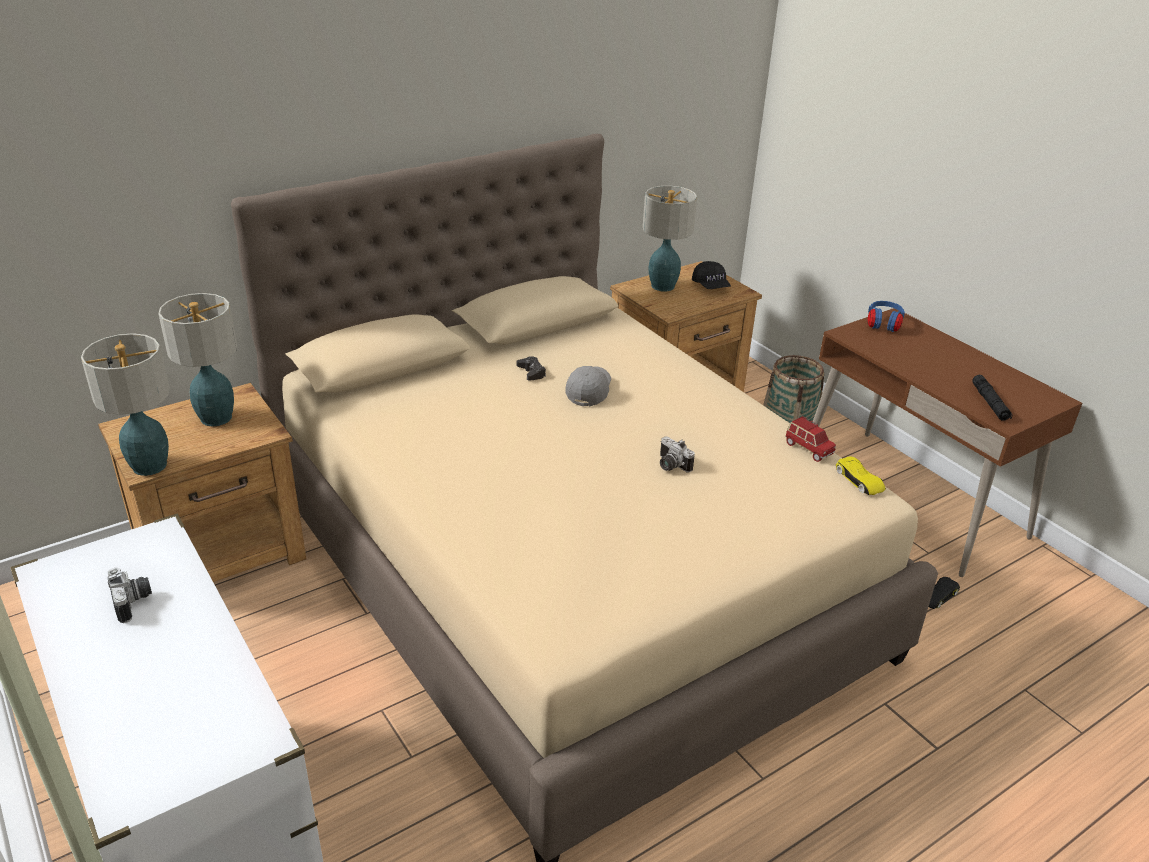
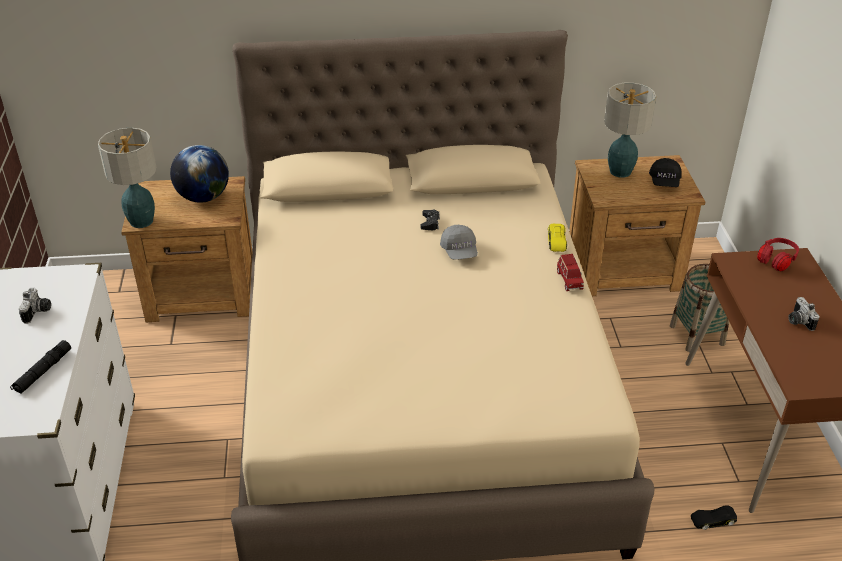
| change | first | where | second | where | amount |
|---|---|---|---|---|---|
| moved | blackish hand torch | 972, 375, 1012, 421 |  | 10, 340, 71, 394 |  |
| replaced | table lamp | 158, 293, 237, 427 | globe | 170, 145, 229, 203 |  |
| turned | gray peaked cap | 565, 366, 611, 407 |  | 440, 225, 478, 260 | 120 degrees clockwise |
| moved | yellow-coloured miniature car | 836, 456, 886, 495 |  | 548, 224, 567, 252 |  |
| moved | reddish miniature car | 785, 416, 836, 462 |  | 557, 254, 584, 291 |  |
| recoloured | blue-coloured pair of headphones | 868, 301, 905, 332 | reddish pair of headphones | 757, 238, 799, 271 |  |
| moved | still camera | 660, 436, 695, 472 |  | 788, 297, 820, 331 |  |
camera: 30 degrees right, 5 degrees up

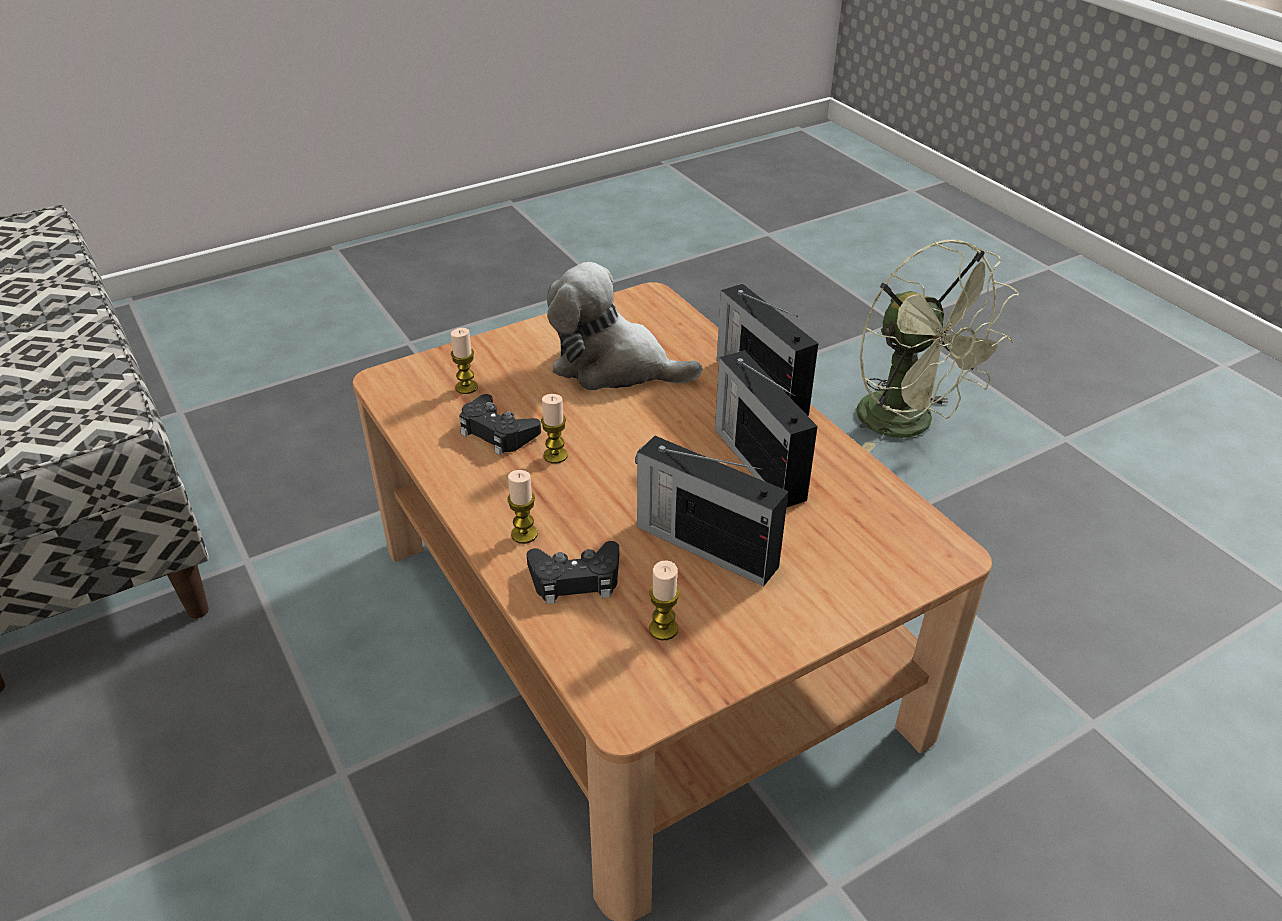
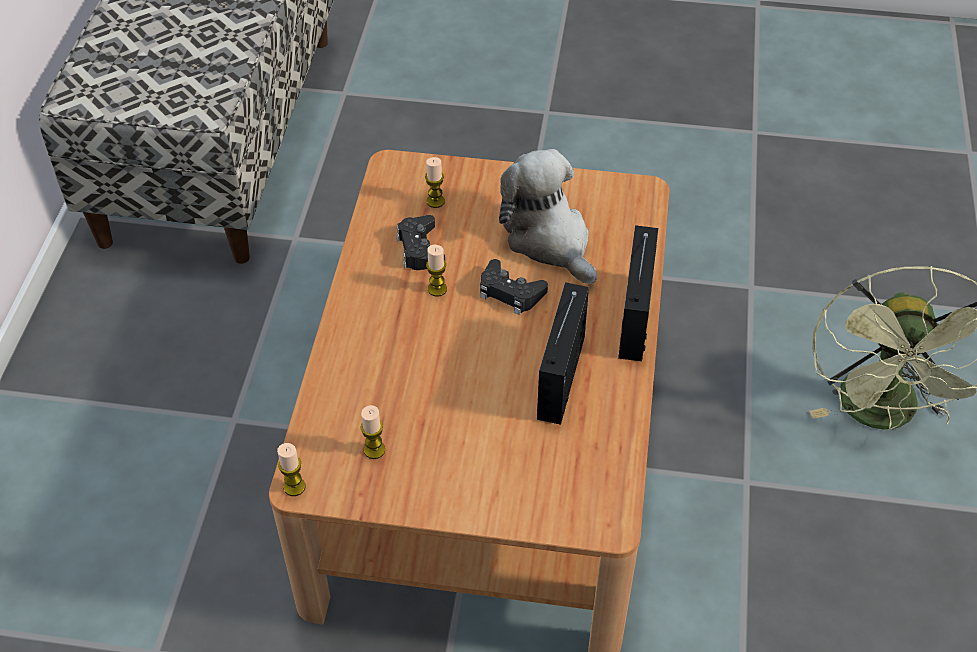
| change | first | where | second | where | amount |
|---|---|---|---|---|---|
| moved | wax light | 507, 470, 538, 544 |  | 277, 443, 306, 496 |  |
| moved | blackish joypad | 527, 541, 619, 604 |  | 480, 259, 548, 315 |  |
| removed | radio set | 635, 436, 789, 586 |  |  |  |
camera: 40 degrees right, 10 degrees up

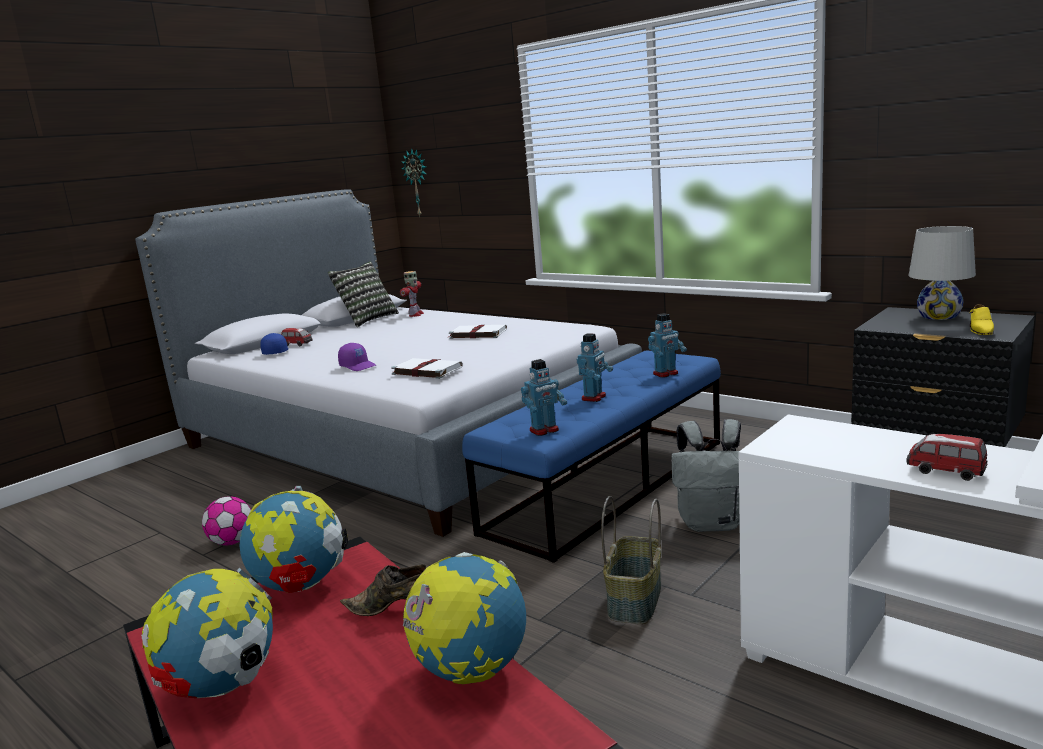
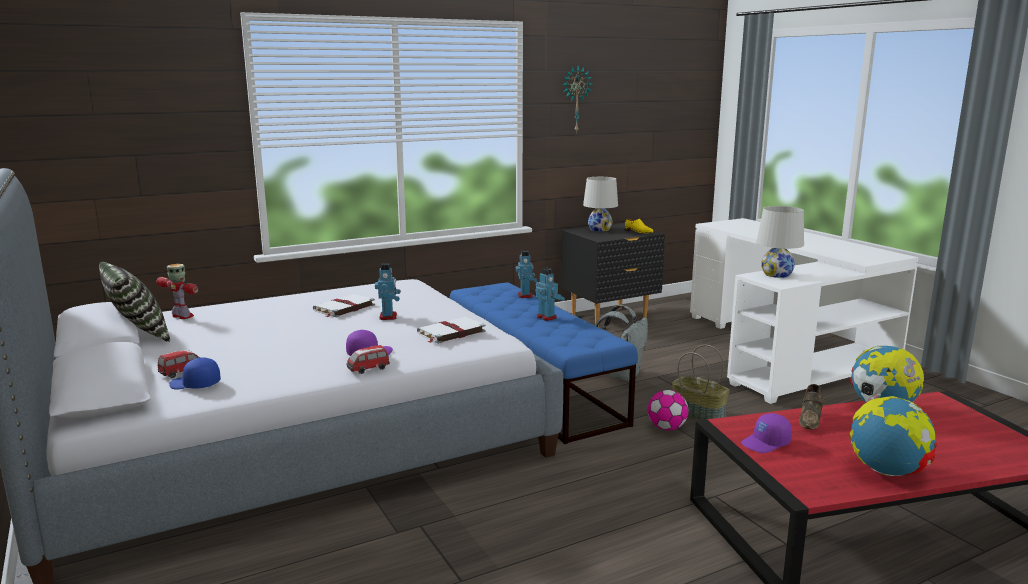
| change | first | where | second | where | amount |
|---|---|---|---|---|---|
| moved | miniature car | 906, 434, 988, 481 |  | 347, 345, 390, 374 |  |
| moved | model robot | 521, 359, 567, 436 |  | 375, 263, 401, 320 |  |
| moved | hanging clock | 401, 148, 426, 216 |  | 562, 66, 593, 134 |  |
| moved | ball for football | 202, 496, 251, 545 |  | 648, 390, 689, 430 |  |
| replaced | globe | 240, 486, 348, 593 | purple-coloured peaked cap | 741, 413, 792, 453 |  |
| added |  |  | white table lamp | 756, 206, 804, 278 |  |
camera: 70 degrees left, 0 degrees up

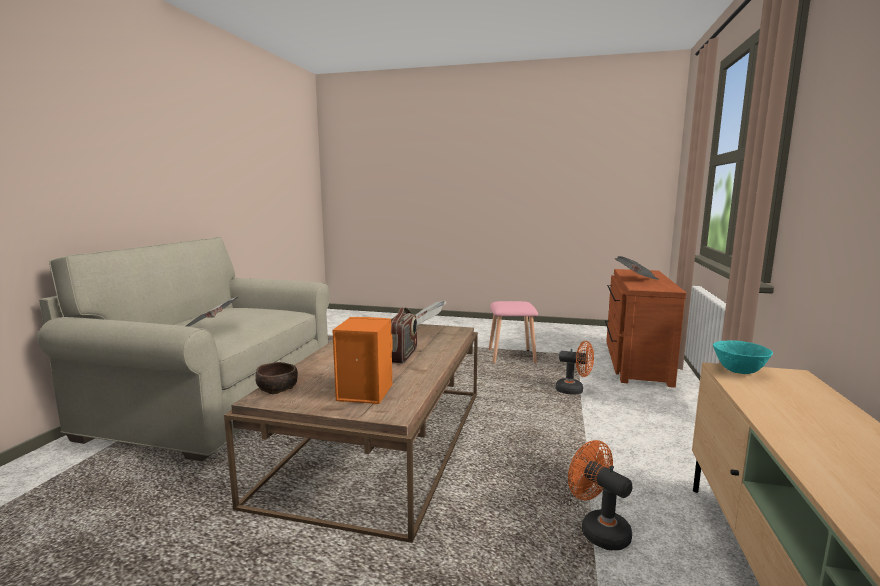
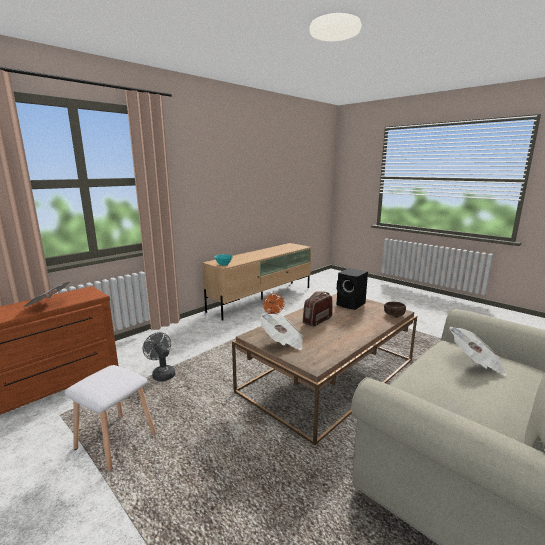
| change | first | where | second | where | amount |
|---|---|---|---|---|---|
| recoloured | pink-coloured stool | 488, 301, 538, 363 | white stool | 65, 365, 156, 471 |  |
| recoloured | orangey electric fan | 556, 341, 594, 395 | gray electric fan | 143, 332, 175, 381 |  |
| recoloured | orangey loudspeaker | 332, 317, 393, 404 | blackish loudspeaker | 337, 268, 368, 310 |  |
camera: 150 degrees left, 5 degrees up

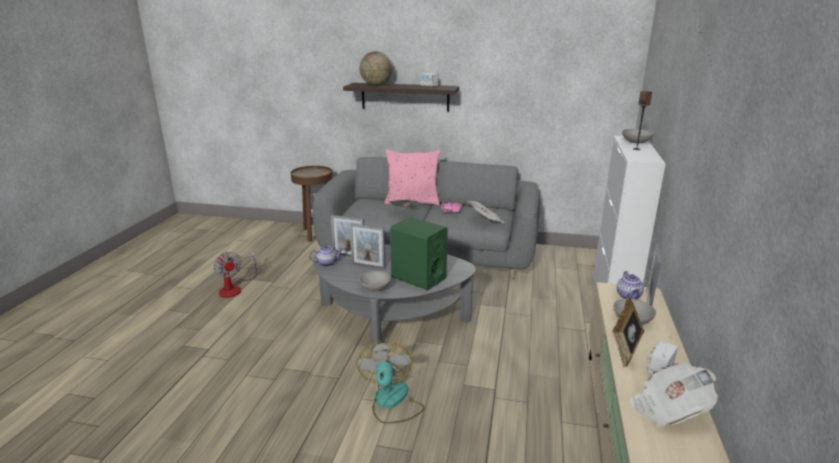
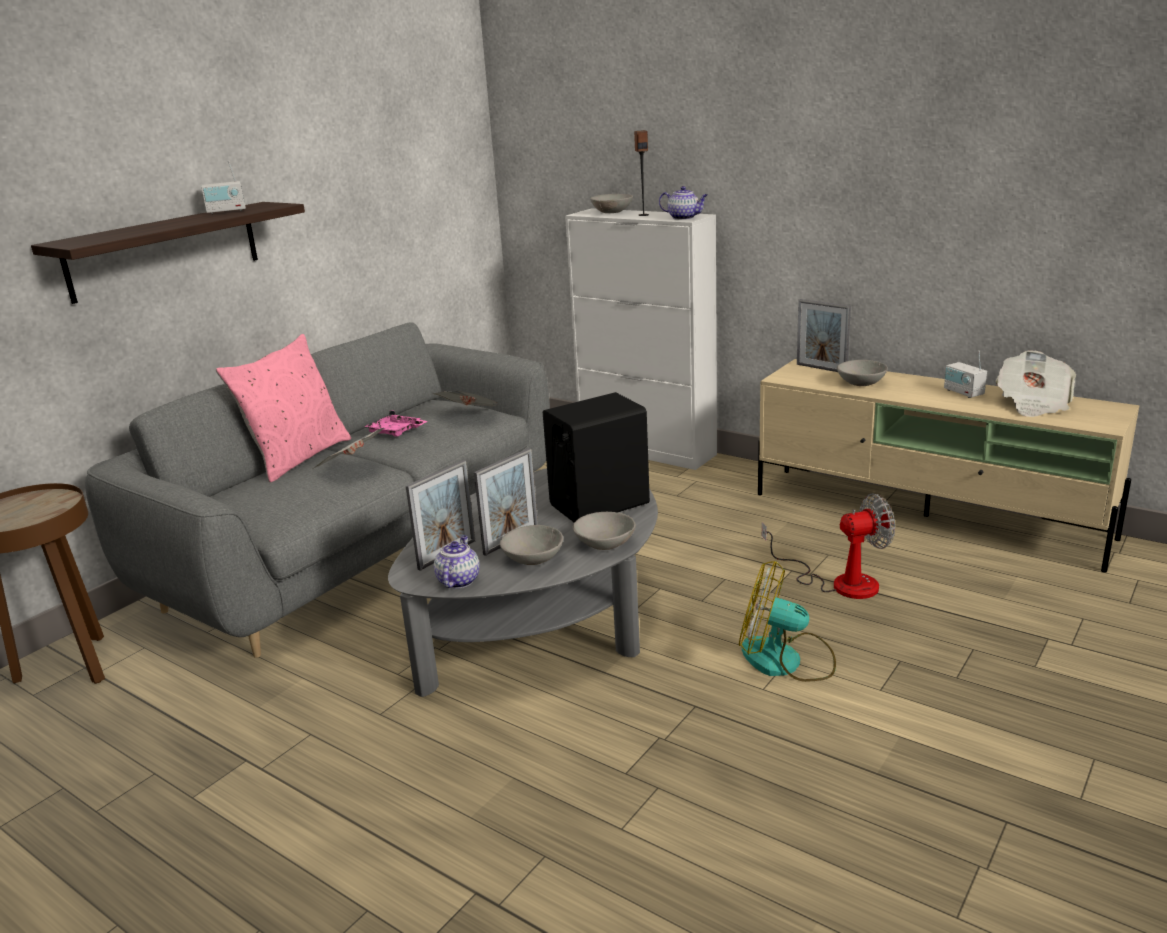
| change | first | where | second | where | amount |
|---|---|---|---|---|---|
| added |  |  | gray bowl | 500, 525, 563, 565 |  |
| recoloured | green loudspeaker | 390, 217, 448, 290 | blackish loudspeaker | 543, 392, 650, 522 |  |
| moved | pot for tea | 617, 271, 644, 299 |  | 659, 186, 708, 220 |  |
| moved | electric fan | 214, 251, 257, 298 |  | 762, 493, 895, 599 |  |
| removed | globe | 360, 51, 392, 86 |  |  |  |
| removed | standing frame | 613, 296, 645, 368 |  |  |  |
camera: 65 degrees left, 0 degrees up

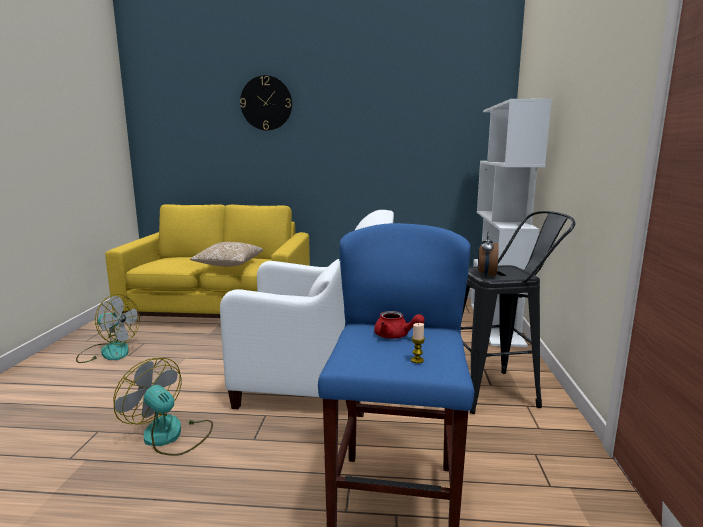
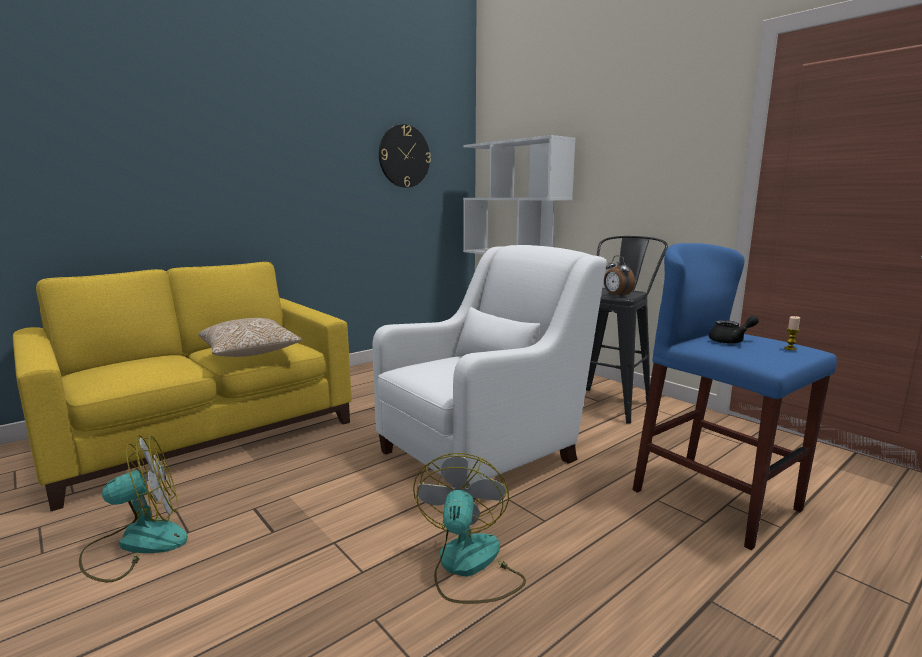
| change | first | where | second | where | amount |
|---|---|---|---|---|---|
| moved | hanging clock | 240, 75, 292, 131 |  | 379, 124, 431, 188 |  |
| turned | electric fan | 113, 358, 213, 456 |  | 413, 453, 526, 604 | 105 degrees clockwise |
| recoloured | reddish pot for tea | 374, 311, 425, 339 | blackish pot for tea | 709, 316, 759, 344 |  |
camera: 45 degrees left, 0 degrees up

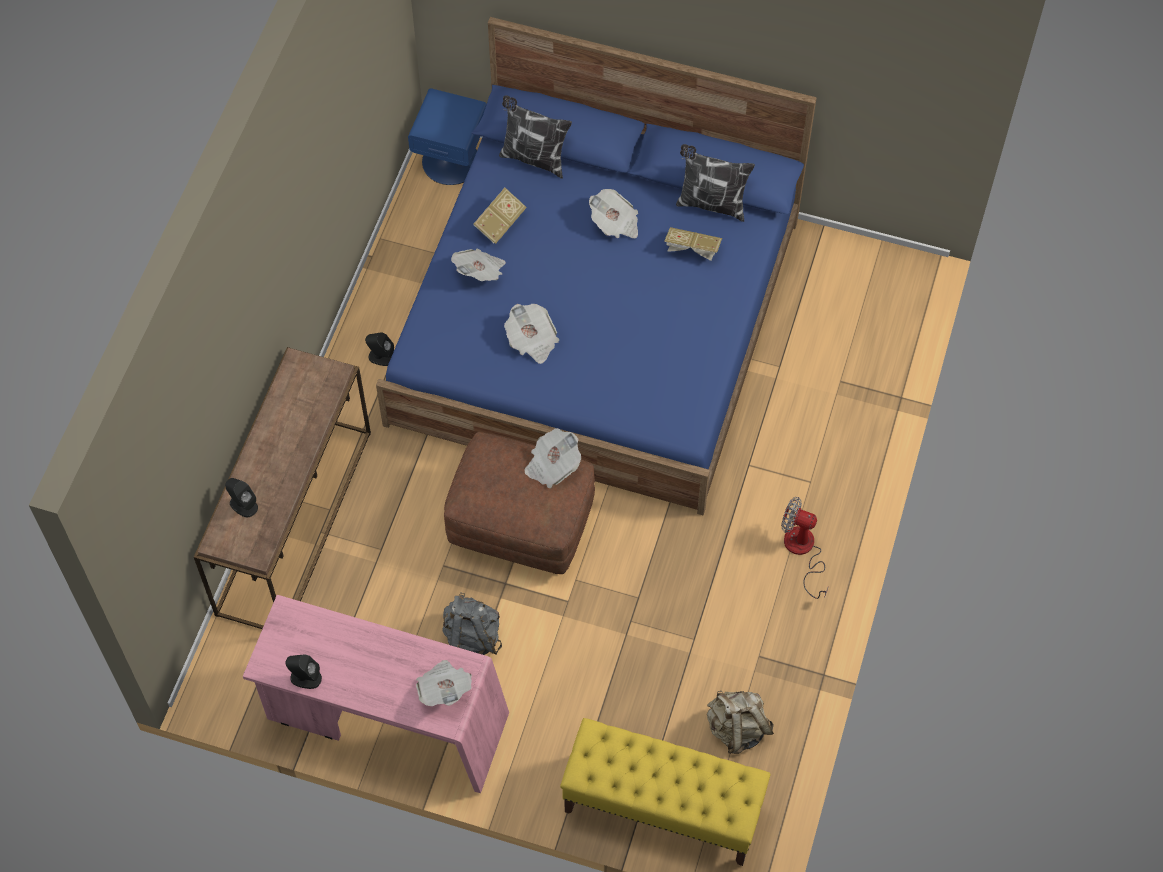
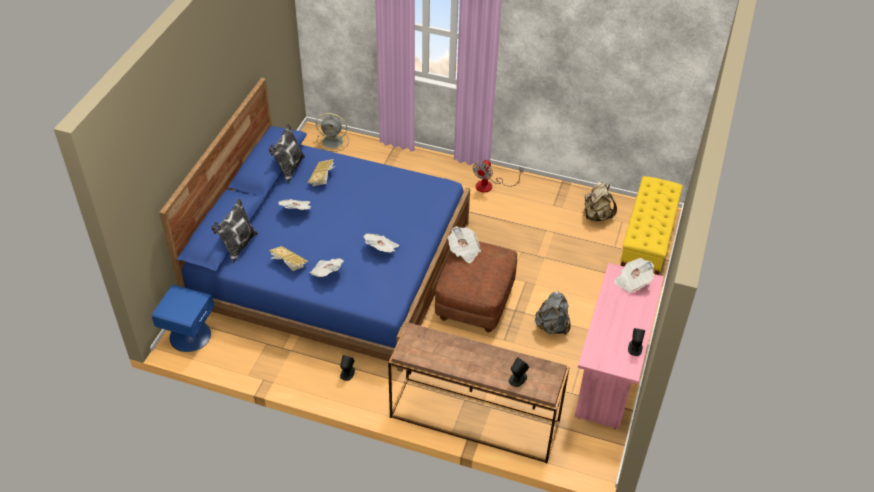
| change | first | where | second | where | amount |
|---|---|---|---|---|---|
| added |  |  | gray electric fan | 316, 113, 349, 152 |  |
camera: 90 degrees left, 15 degrees down

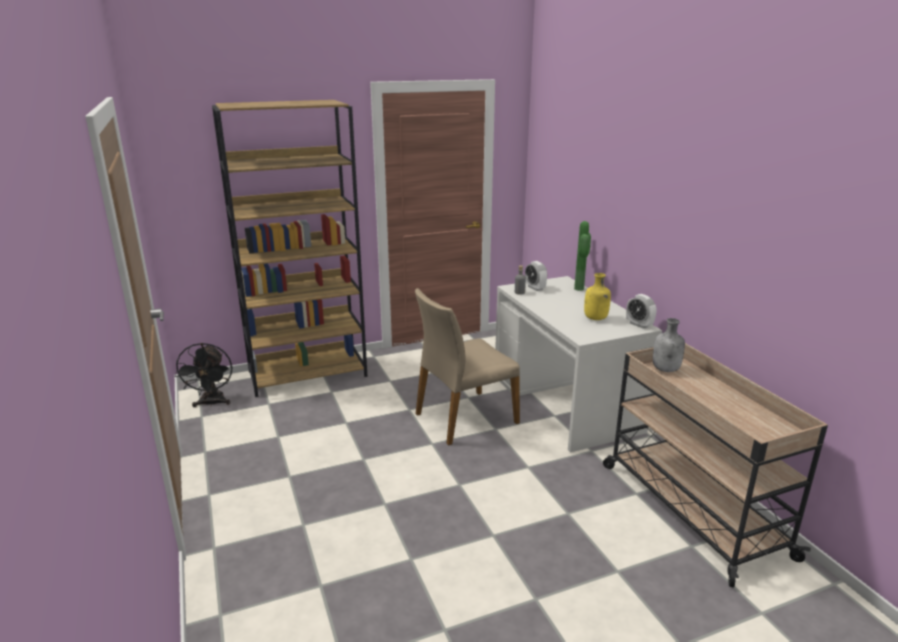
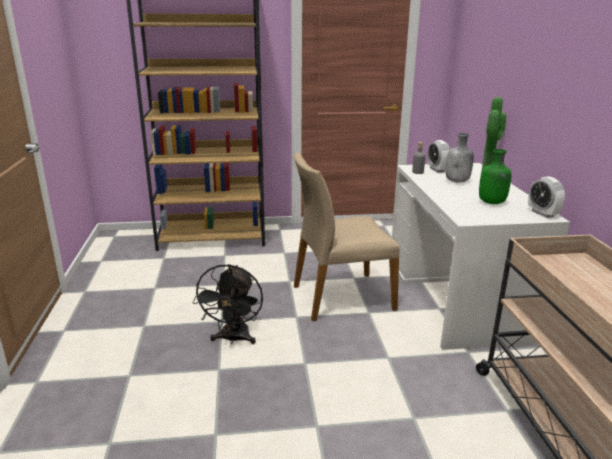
| change | first | where | second | where | amount |
|---|---|---|---|---|---|
| moved | blackish electric fan | 175, 343, 232, 407 |  | 192, 264, 263, 344 |  |
| moved | gray beverage bottle | 653, 318, 685, 372 |  | 446, 133, 474, 183 |  |
| recoloured | yellow-coloured beverage bottle | 584, 273, 611, 320 | green beverage bottle | 479, 149, 512, 204 |  |
camera: 15 degrees right, 0 degrees up

